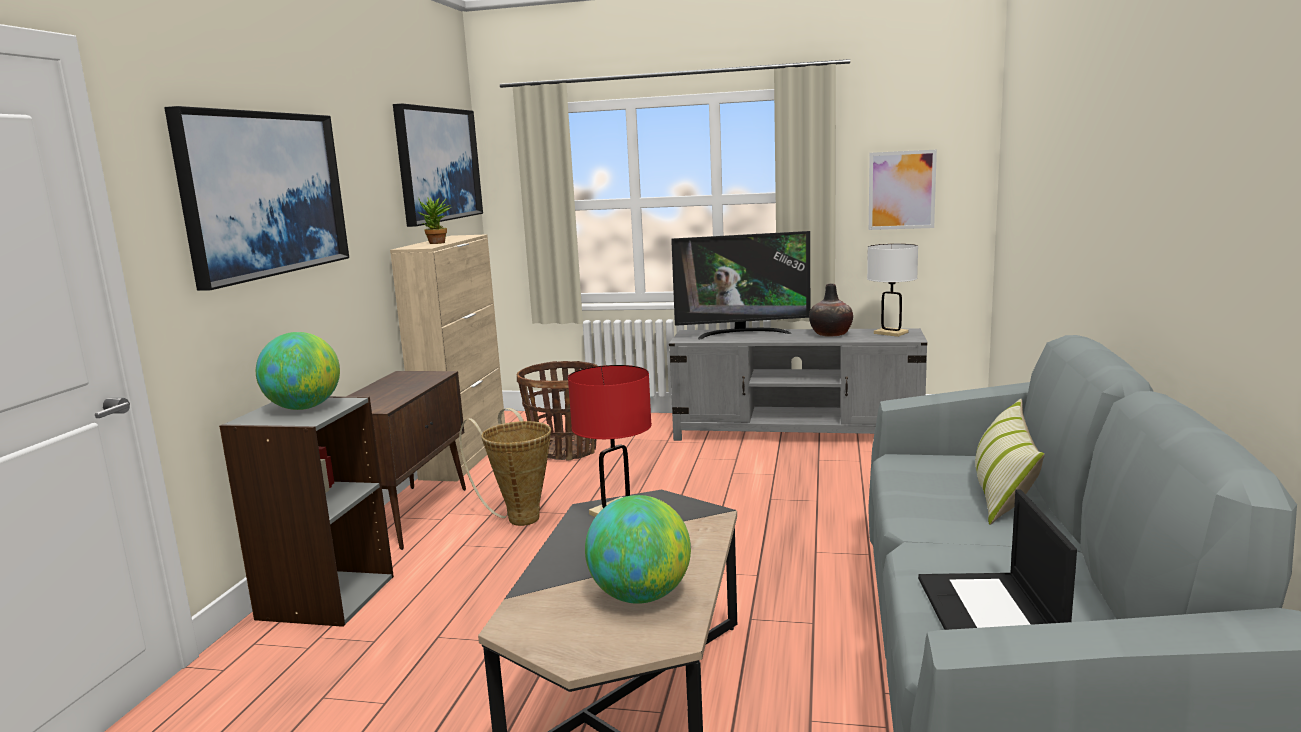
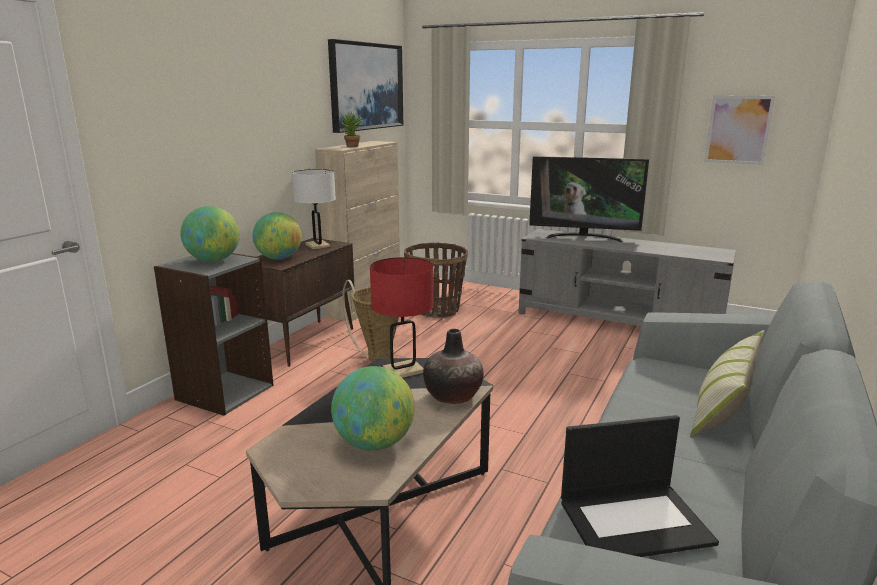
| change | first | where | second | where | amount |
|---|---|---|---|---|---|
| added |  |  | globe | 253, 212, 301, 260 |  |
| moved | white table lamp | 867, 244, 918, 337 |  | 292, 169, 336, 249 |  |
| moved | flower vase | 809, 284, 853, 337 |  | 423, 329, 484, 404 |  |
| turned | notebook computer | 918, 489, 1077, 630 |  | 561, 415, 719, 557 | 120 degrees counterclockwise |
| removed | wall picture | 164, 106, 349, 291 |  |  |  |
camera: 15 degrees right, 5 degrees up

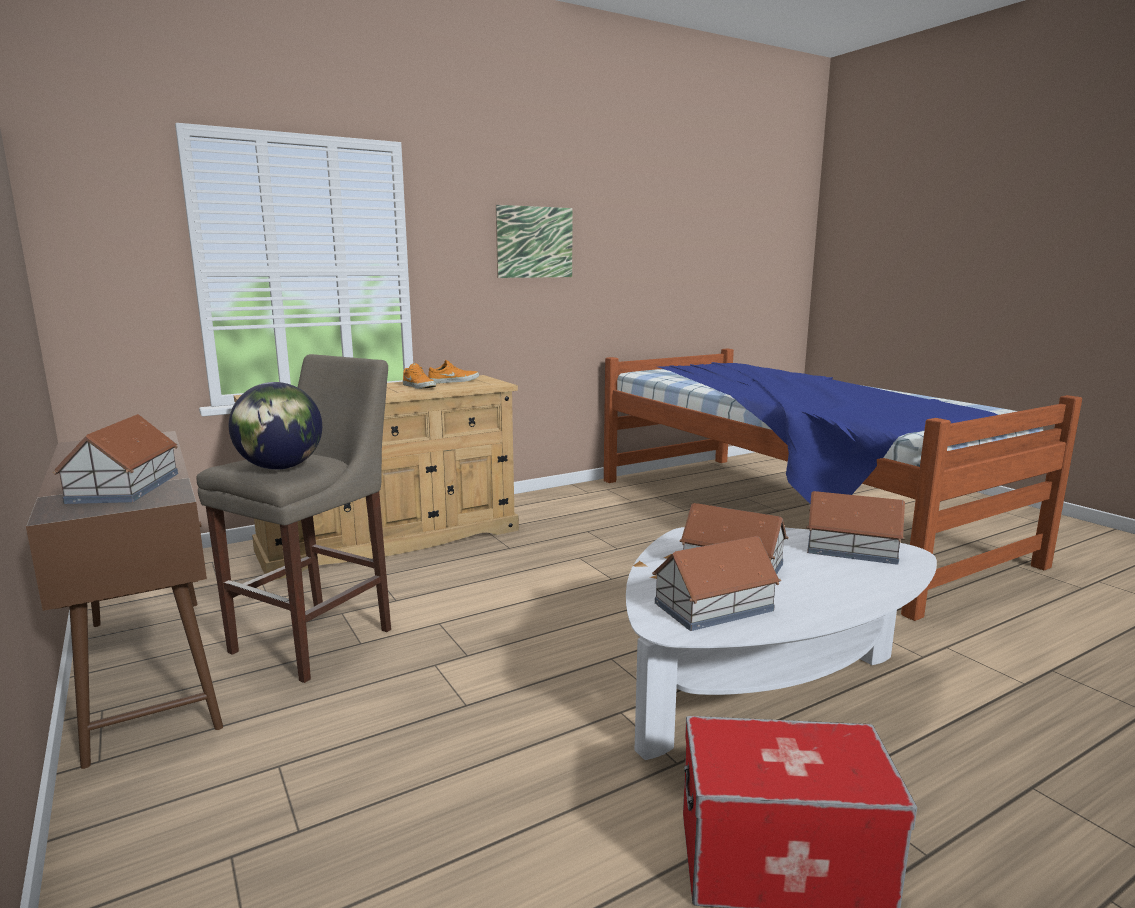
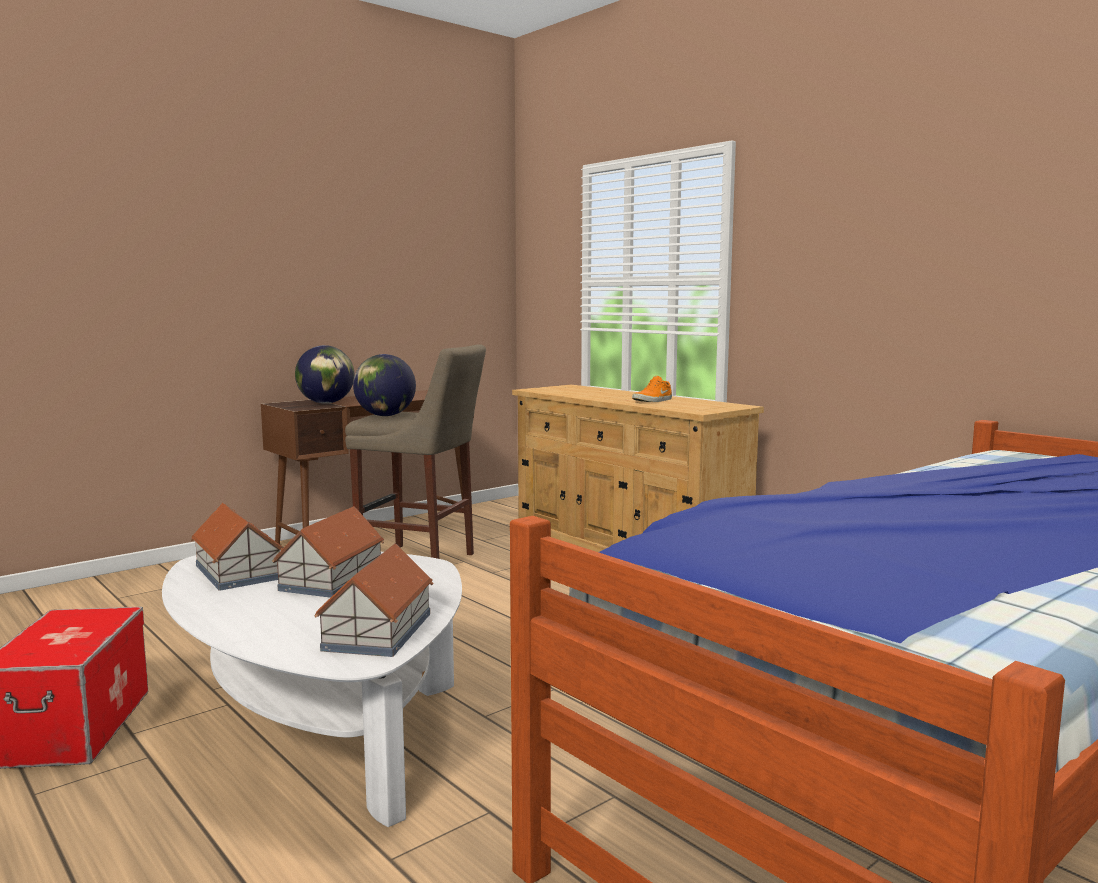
| change | first | where | second | where | amount |
|---|---|---|---|---|---|
| replaced | toy house | 53, 414, 178, 504 | globe | 295, 345, 355, 404 |  |
| removed | orangey low shoe | 428, 360, 479, 384 |  |  |  |
| removed | wall picture | 496, 205, 572, 278 |  |  |  |
camera: 80 degrees right, 5 degrees down

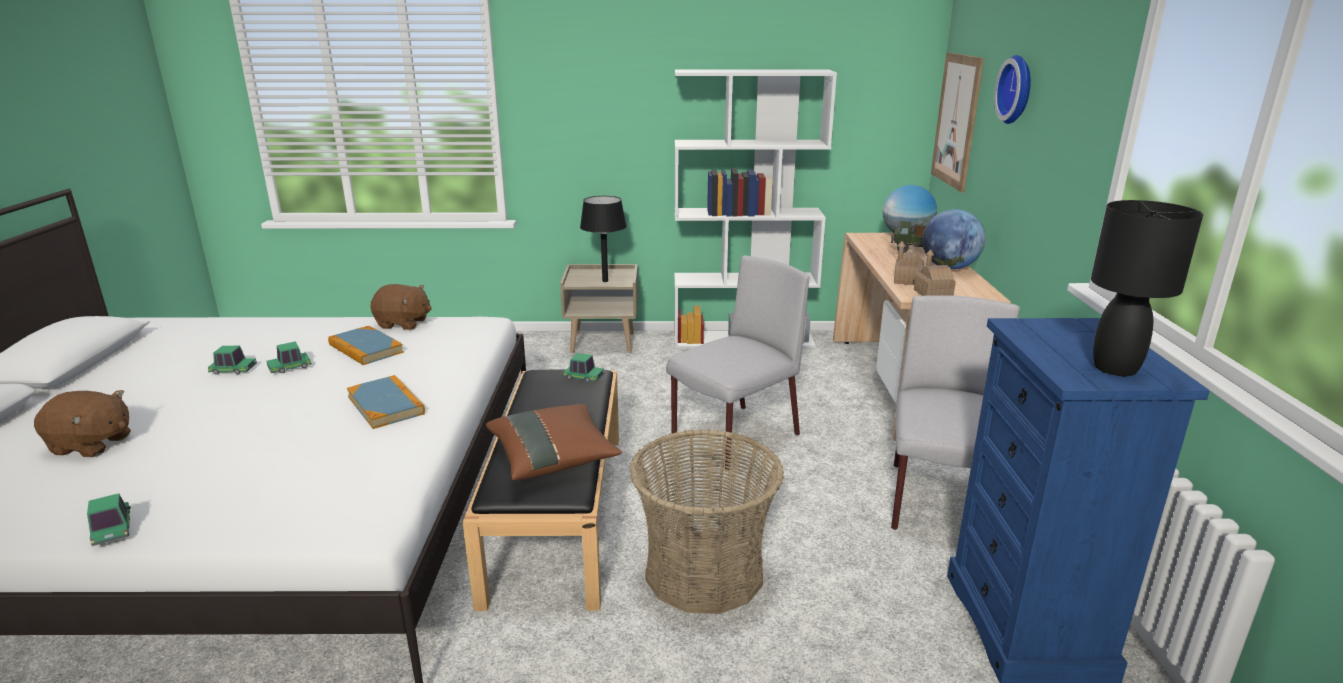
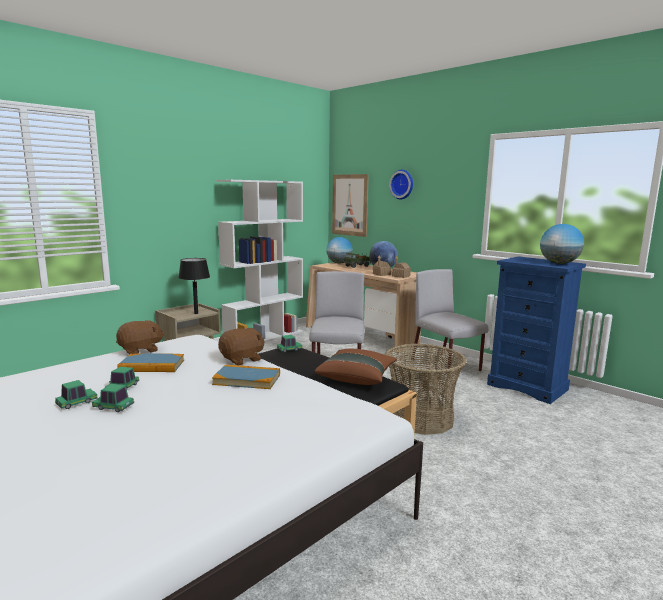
| change | first | where | second | where | amount |
|---|---|---|---|---|---|
| moved | miniature car | 87, 493, 131, 546 |  | 92, 384, 134, 412 |  |
| moved | brown plush toy | 34, 390, 131, 457 |  | 218, 328, 265, 365 |  |
| replaced | blackish table lamp | 1091, 200, 1203, 376 | globe | 540, 224, 584, 264 |  |
camera: 45 degrees left, 10 degrees down

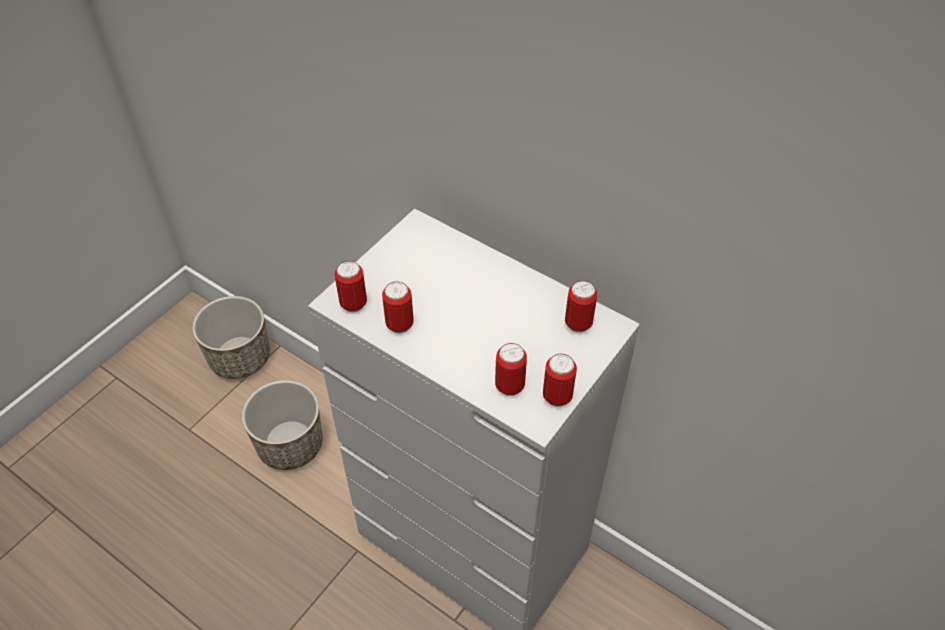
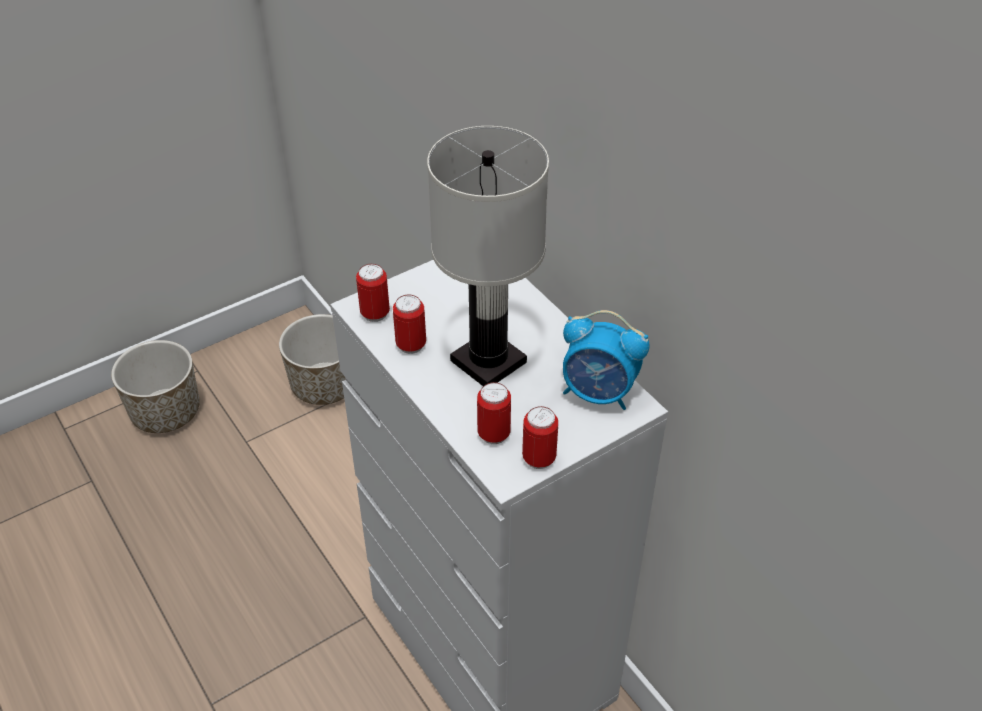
| change | first | where | second | where | amount |
|---|---|---|---|---|---|
| moved | flower pot | 242, 380, 323, 470 |  | 111, 340, 200, 433 |  |
| added |  |  | white table lamp | 427, 126, 549, 386 |  |
| replaced | metal can | 565, 281, 597, 333 | bedside clock | 563, 310, 650, 410 |  |
camera: 20 degrees right, 5 degrees down

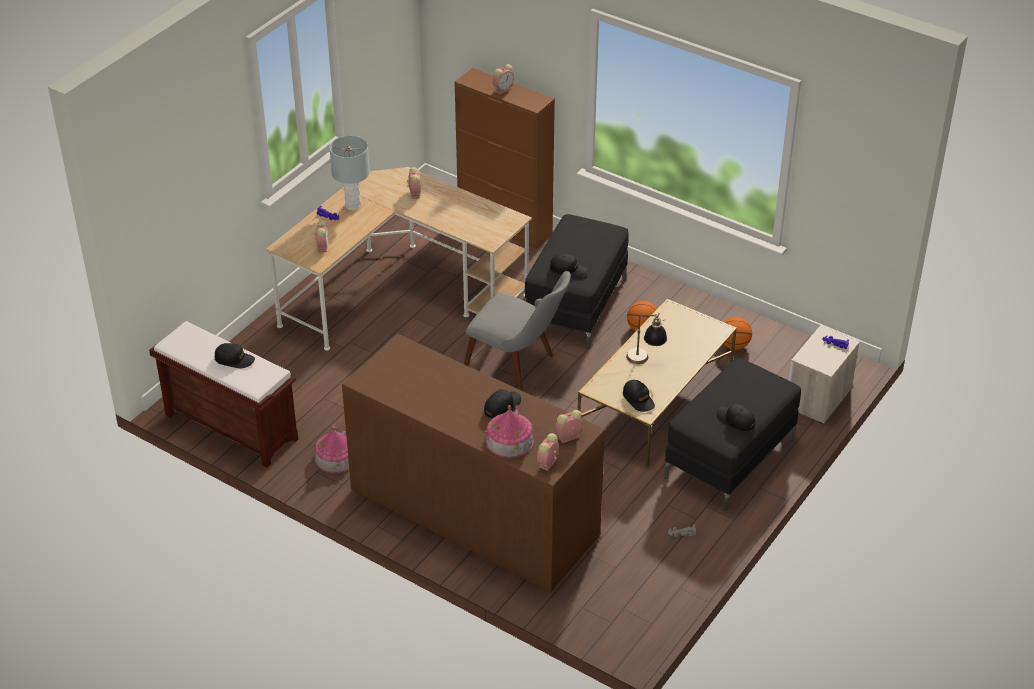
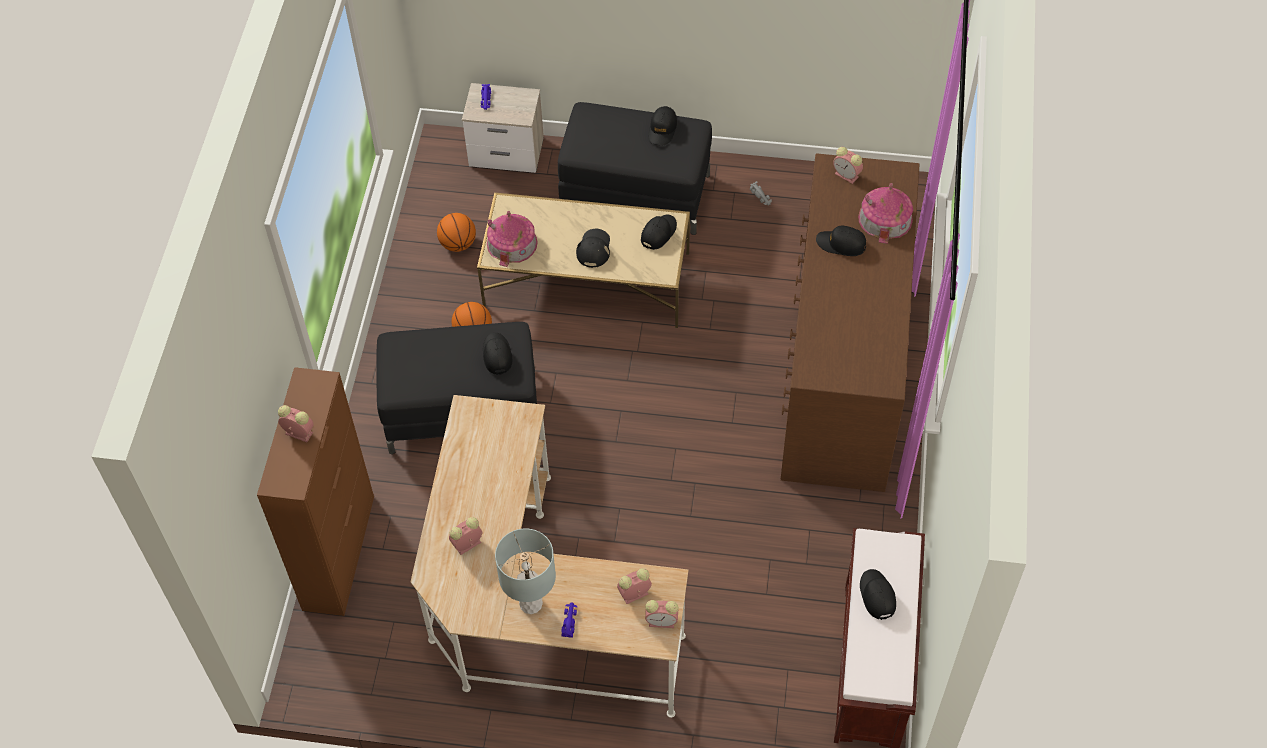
| change | first | where | second | where | amount |
|---|---|---|---|---|---|
| moved | toy house | 314, 426, 349, 474 |  | 487, 211, 538, 267 |  |
| replaced | table lamp | 626, 313, 667, 364 | blackish peaked cap | 576, 229, 610, 268 |  |
| moved | bedside clock | 537, 433, 559, 471 |  | 645, 600, 679, 628 |  |
| removed | gray upright chair | 464, 271, 571, 391 |  |  |  |
camera: 115 degrees left, 15 degrees up

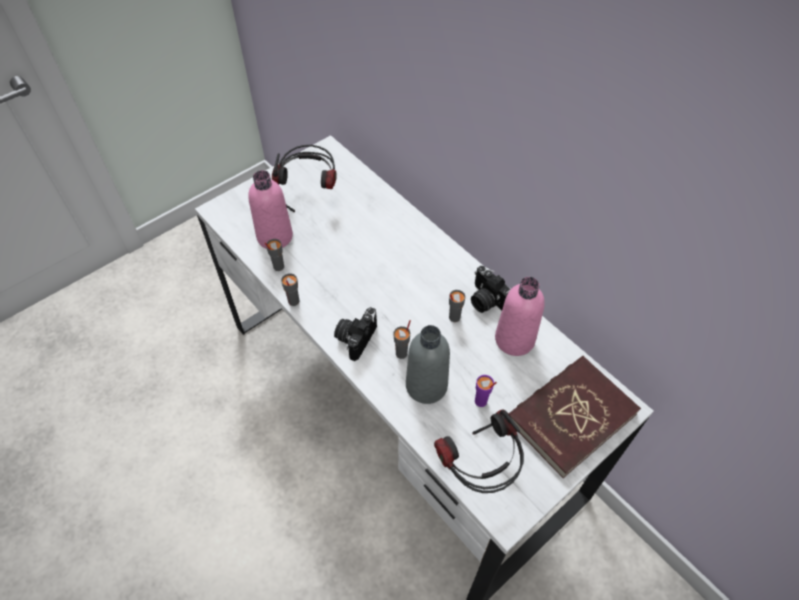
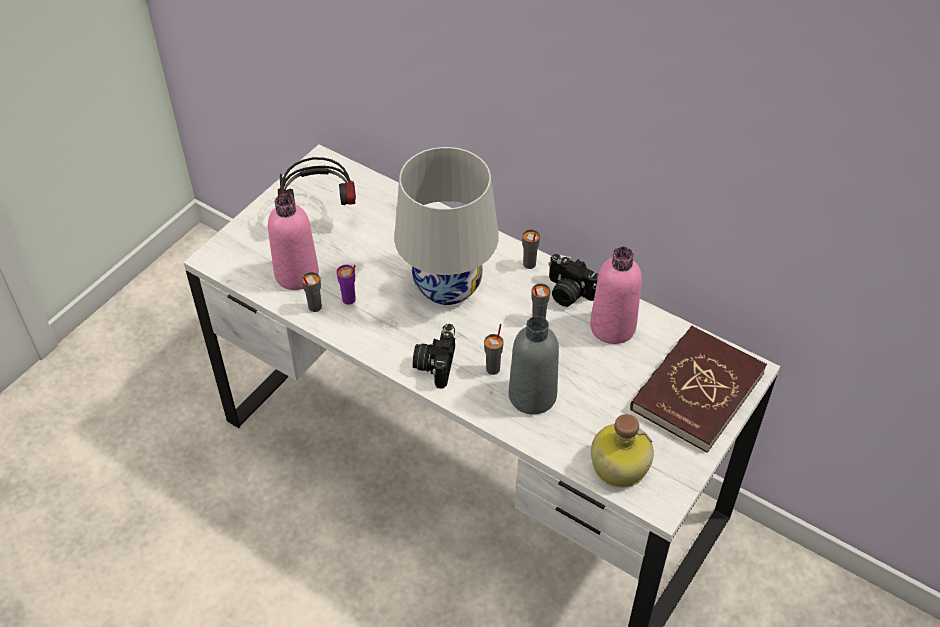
| change | first | where | second | where | amount |
|---|---|---|---|---|---|
| moved | purple-coloured cup | 475, 375, 497, 407 |  | 336, 265, 356, 305 |  |
| added |  |  | white table lamp | 394, 147, 499, 305 |  |
| moved | gray cup | 281, 273, 299, 306 |  | 522, 229, 540, 269 |  |
| replaced | pair of headphones | 434, 409, 524, 493 | beverage bottle | 591, 414, 654, 488 |  |
camera: 15 degrees left, 5 degrees down

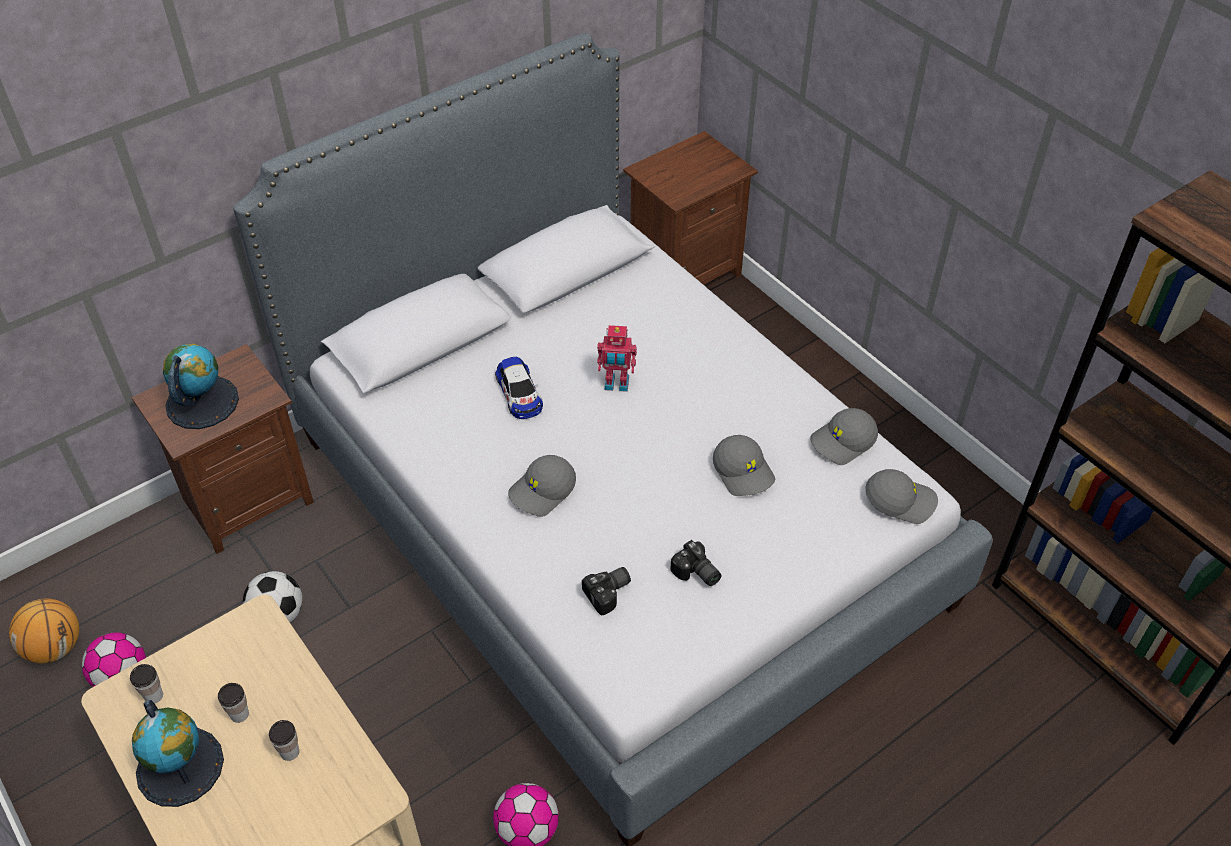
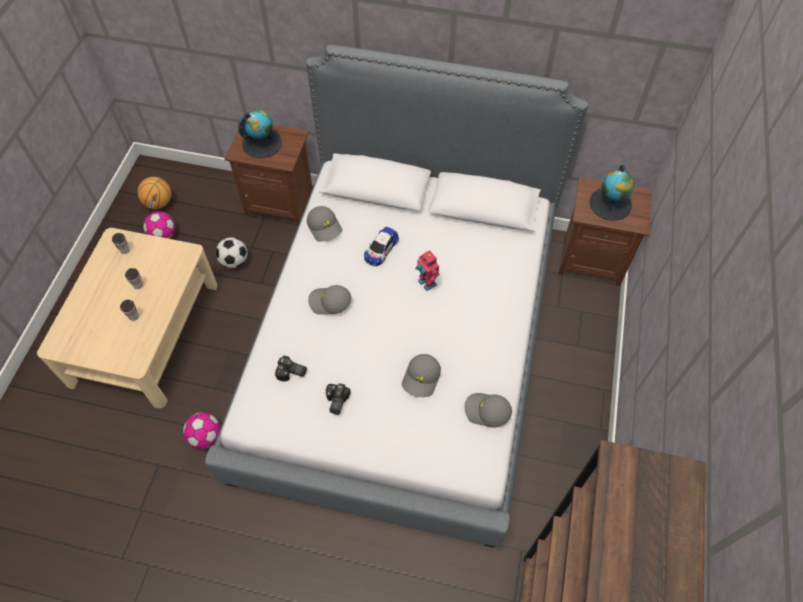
| change | first | where | second | where | amount |
|---|---|---|---|---|---|
| moved | gray peaked cap | 865, 469, 938, 524 |  | 307, 206, 342, 242 |  |
| moved | globe | 132, 700, 224, 807 |  | 590, 165, 634, 221 |  |
camera: 50 degrees right, 10 degrees up

